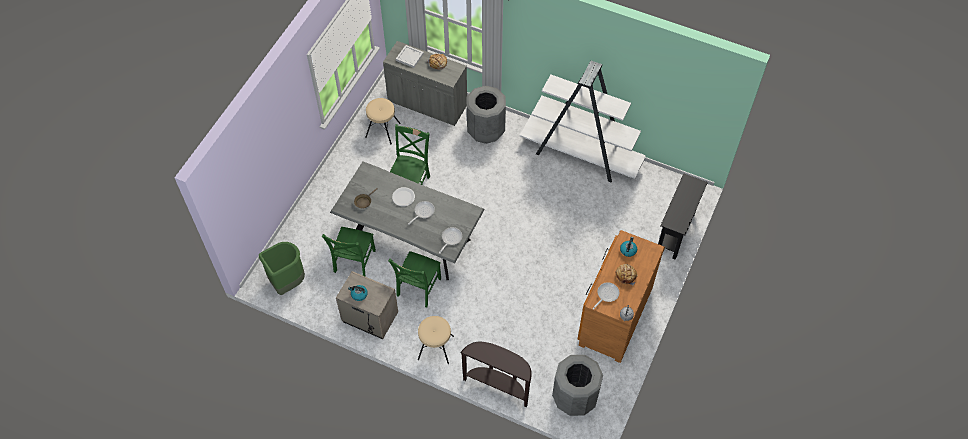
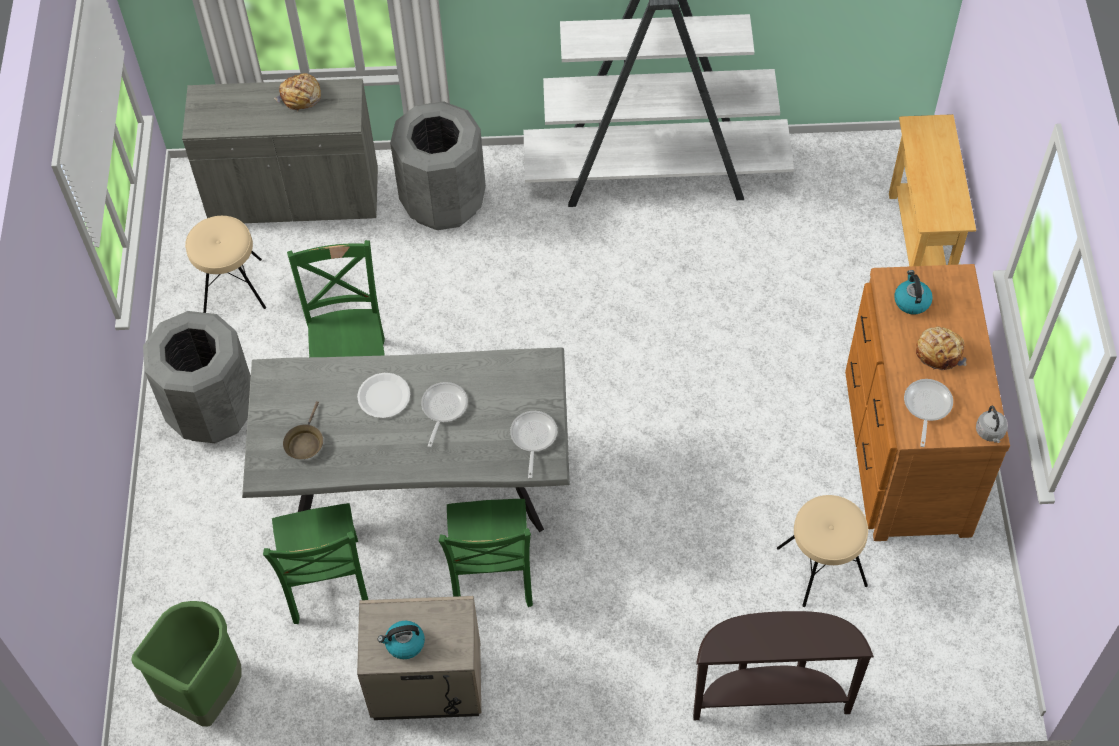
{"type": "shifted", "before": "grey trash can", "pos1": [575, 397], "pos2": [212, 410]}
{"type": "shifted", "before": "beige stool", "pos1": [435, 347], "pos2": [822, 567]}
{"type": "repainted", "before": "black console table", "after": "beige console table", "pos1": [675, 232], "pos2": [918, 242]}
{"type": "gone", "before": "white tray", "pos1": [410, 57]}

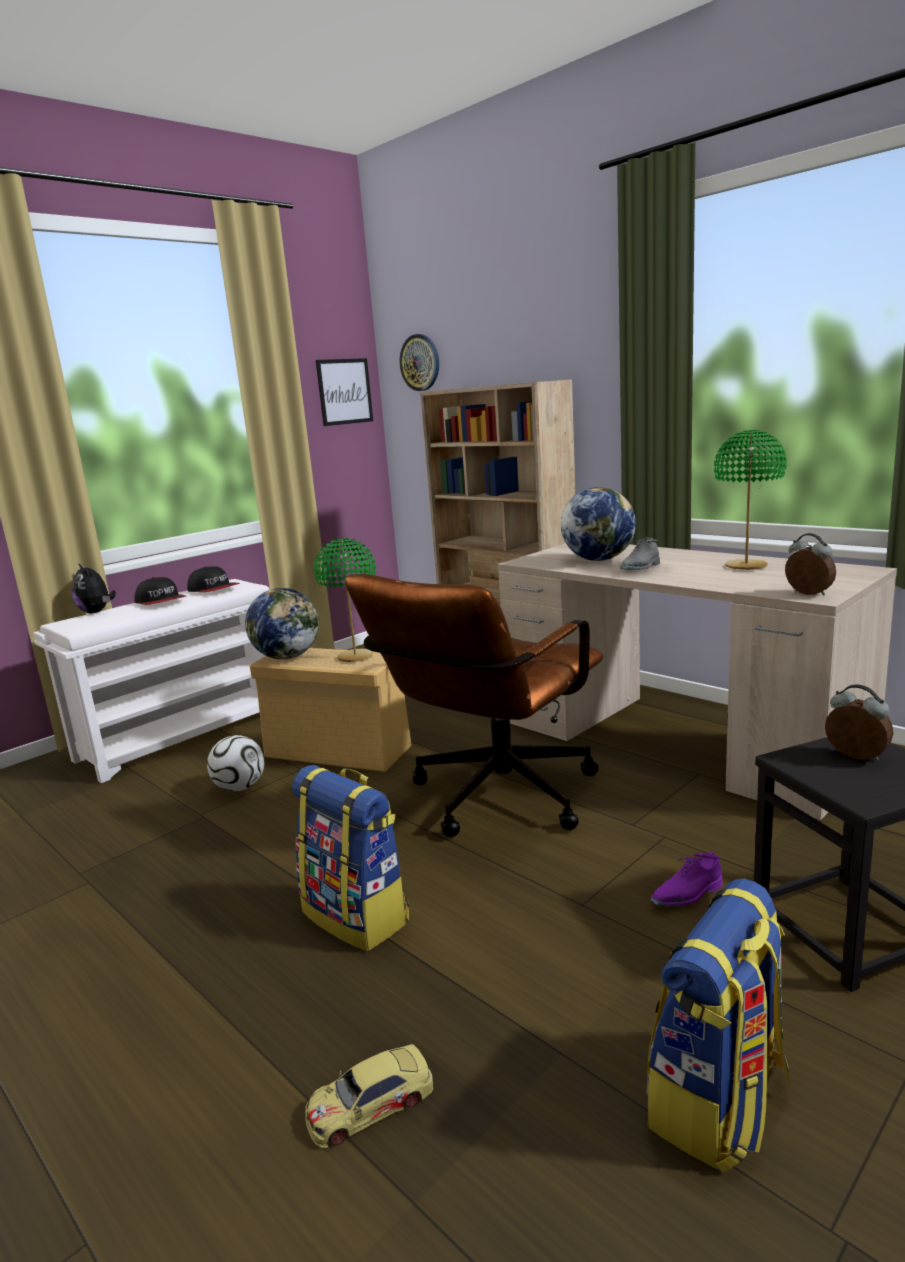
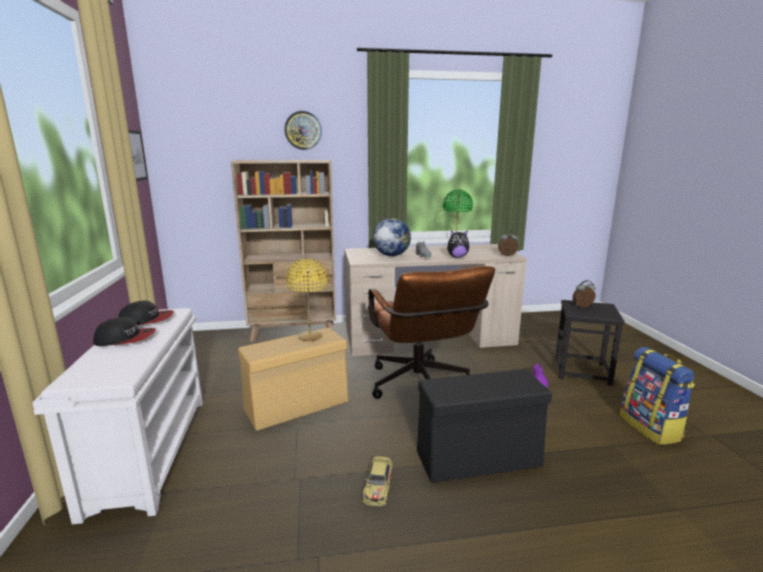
{"type": "shifted", "before": "wall clock", "pos1": [420, 362], "pos2": [303, 130]}
{"type": "repainted", "before": "green table lamp", "after": "yellow table lamp", "pos1": [355, 656], "pos2": [310, 336]}
{"type": "shifted", "before": "toy car", "pos1": [370, 1103], "pos2": [378, 485]}
{"type": "swapped", "before": "backpack", "after": "black storage box", "pos1": [358, 916], "pos2": [480, 458]}
{"type": "shifted", "before": "plush toy", "pos1": [97, 612], "pos2": [457, 257]}
{"type": "gone", "before": "football", "pos1": [240, 788]}
{"type": "gone", "before": "globe", "pos1": [287, 657]}

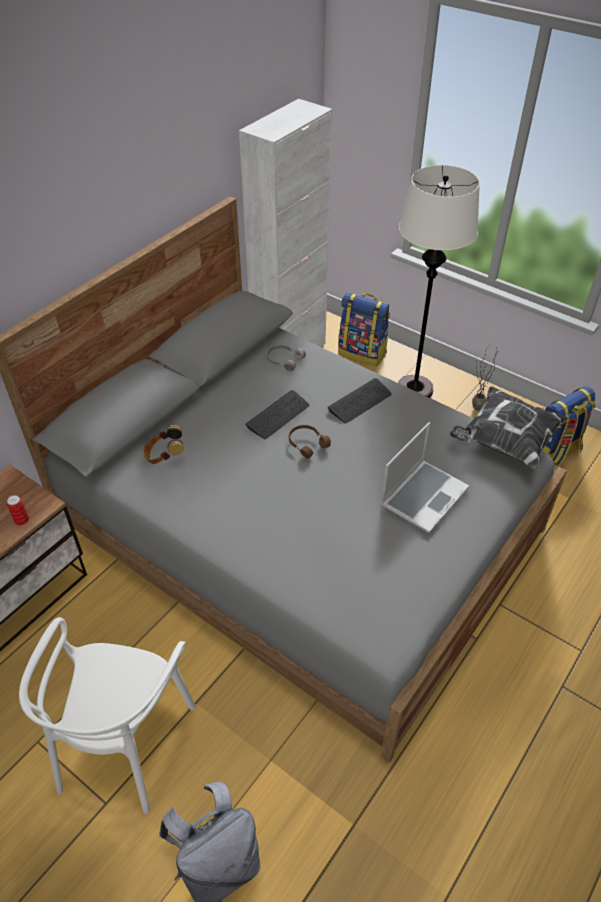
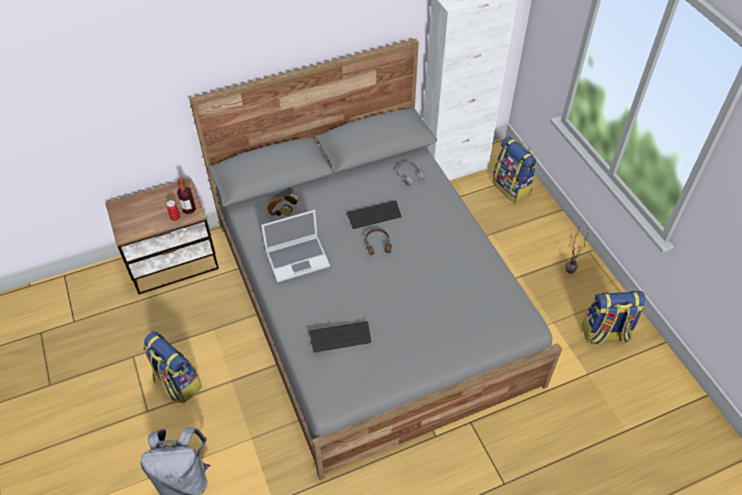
{"type": "swapped", "before": "white chair", "after": "backpack", "pos1": [124, 743], "pos2": [177, 383]}
{"type": "new", "after": "bottle", "pos2": [189, 209]}
{"type": "shifted", "before": "laptop", "pos1": [424, 496], "pos2": [298, 259]}
{"type": "shifted", "before": "keyboard", "pos1": [360, 402], "pos2": [340, 337]}
{"type": "gone", "before": "white floor lamp", "pos1": [414, 389]}
{"type": "gone", "before": "pillow", "pos1": [505, 441]}

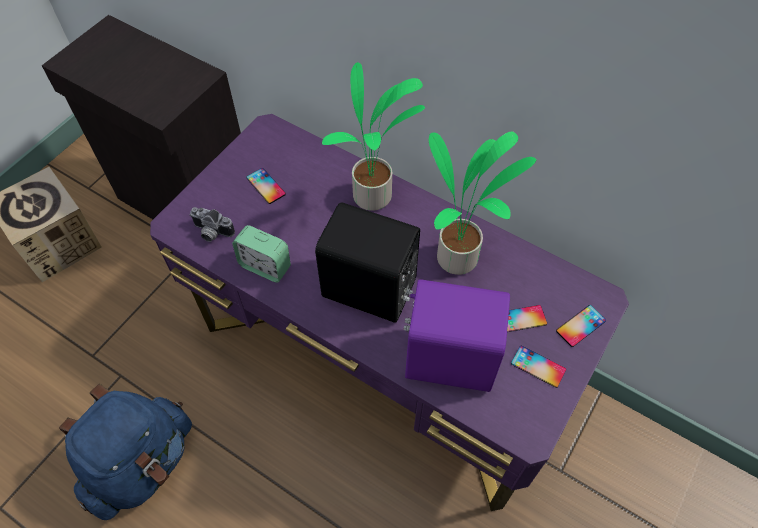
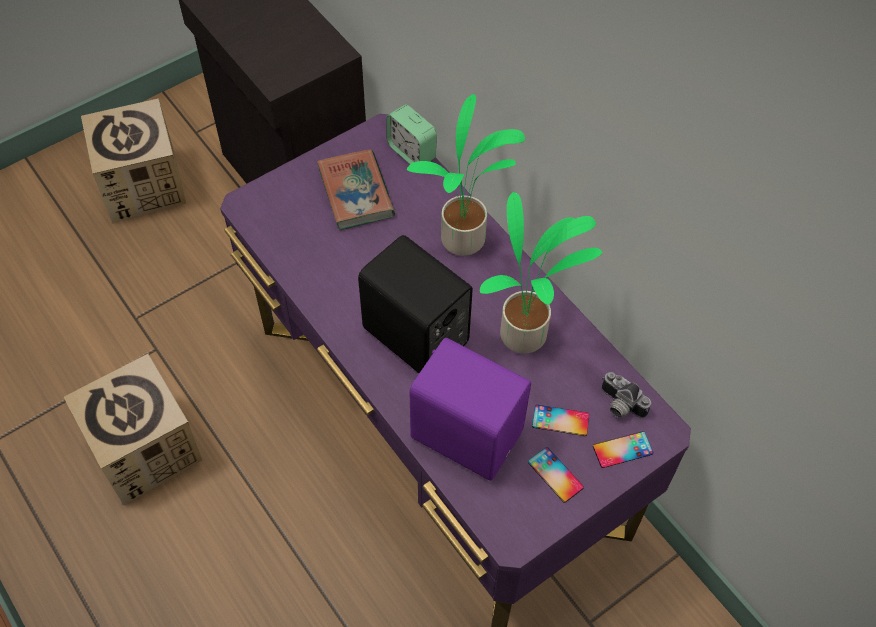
{"type": "swapped", "before": "blue backpack", "after": "cardboard box", "pos1": [143, 464], "pos2": [145, 448]}
{"type": "swapped", "before": "phone", "after": "book", "pos1": [266, 186], "pos2": [356, 193]}
{"type": "shifted", "before": "alarm clock", "pos1": [265, 266], "pos2": [411, 152]}
{"type": "shifted", "before": "photo camera", "pos1": [211, 233], "pos2": [619, 406]}

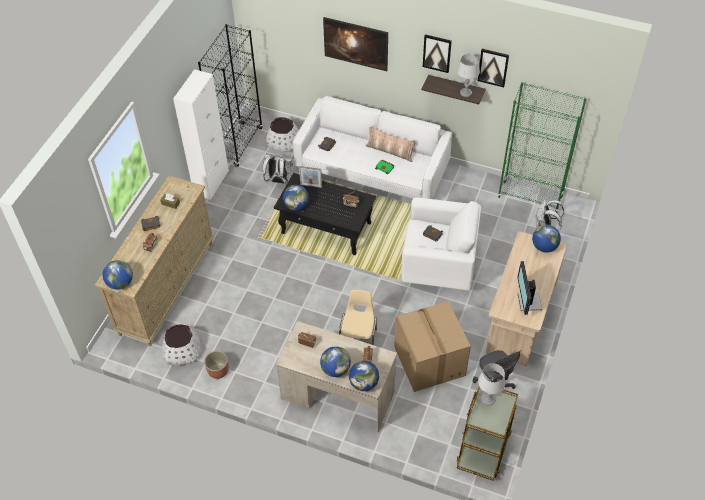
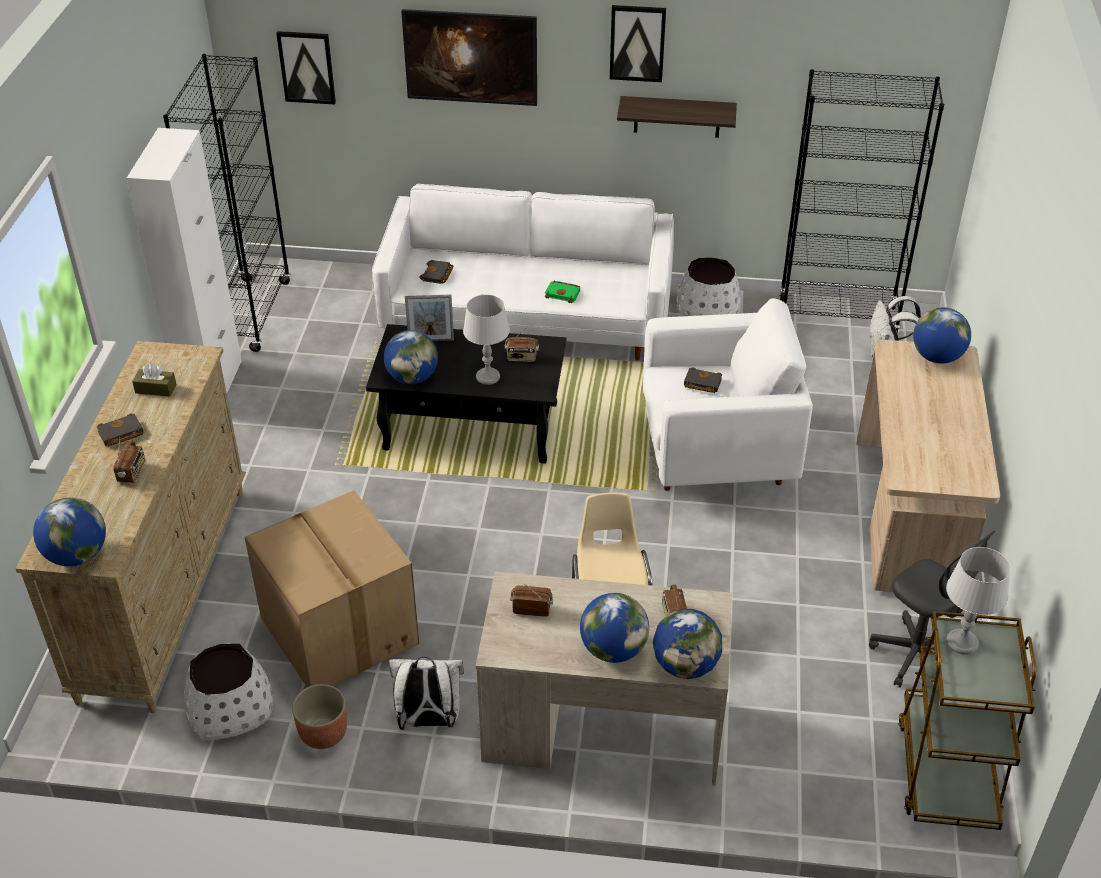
{"type": "shifted", "before": "cardboard box", "pos1": [428, 360], "pos2": [336, 630]}
{"type": "shifted", "before": "picture", "pos1": [493, 67], "pos2": [307, 67]}
{"type": "shifted", "before": "white backpack", "pos1": [278, 181], "pos2": [429, 720]}
{"type": "shifted", "before": "grey table lamp", "pos1": [465, 93], "pos2": [487, 377]}
{"type": "shifted", "before": "white planter", "pos1": [283, 142], "pos2": [707, 308]}
{"type": "repainted", "before": "green bookcase", "after": "black bookcase", "pos1": [530, 197], "pos2": [837, 316]}
{"type": "gone", "before": "pillow", "pos1": [390, 151]}
{"type": "gone", "before": "monitor", "pos1": [528, 302]}

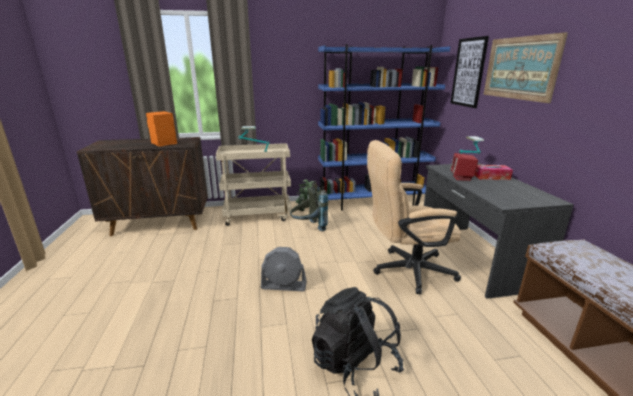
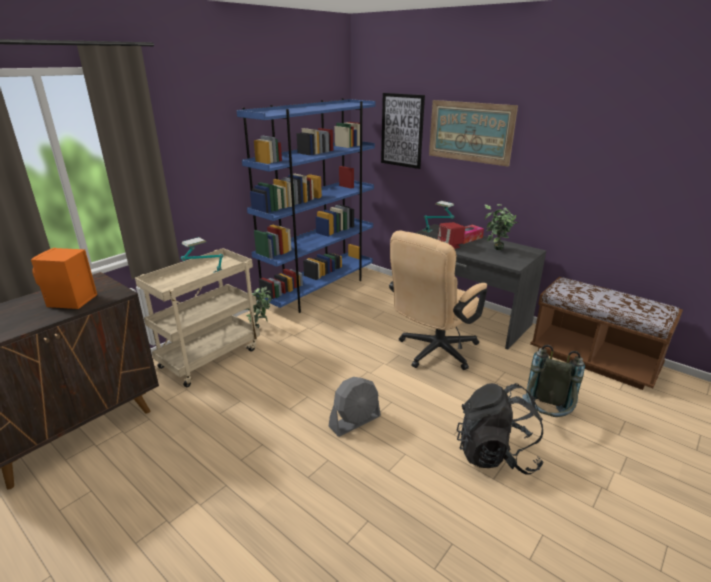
{"type": "new", "after": "potted plant", "pos2": [496, 250]}
{"type": "shifted", "before": "grey backpack", "pos1": [308, 228], "pos2": [546, 418]}

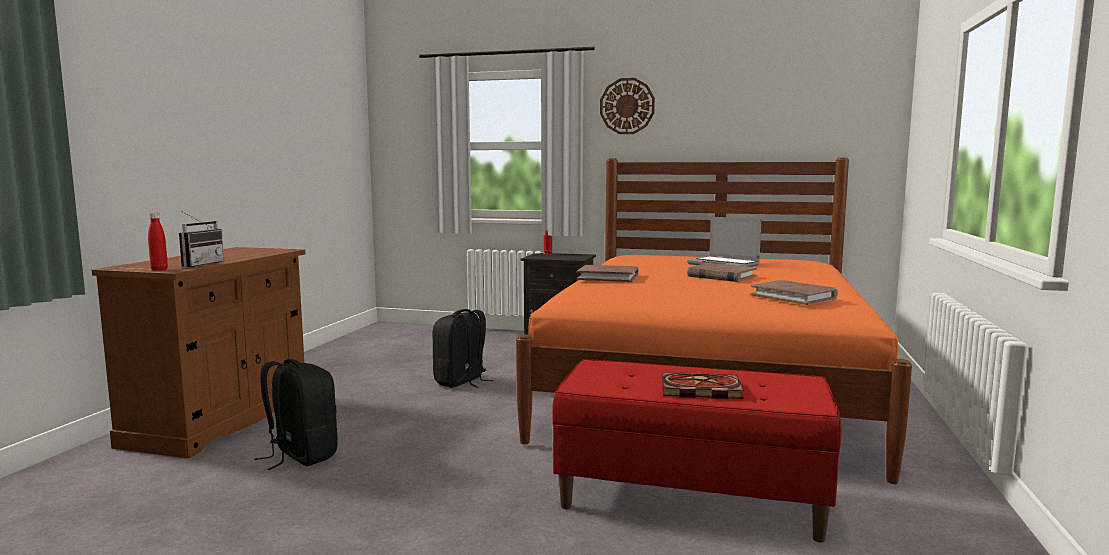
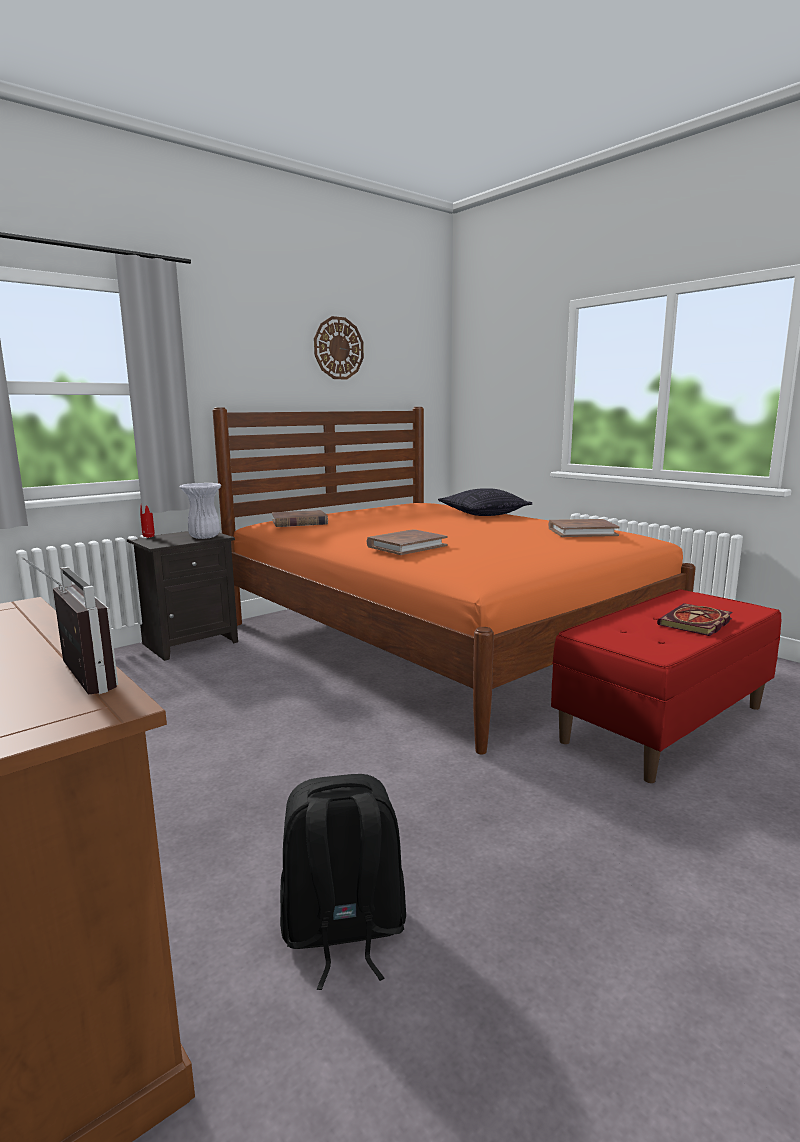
{"type": "new", "after": "white vase", "pos2": [204, 537]}
{"type": "shifted", "before": "brown book", "pos1": [721, 276], "pos2": [299, 522]}
{"type": "shifted", "before": "wall clock", "pos1": [627, 106], "pos2": [338, 348]}
{"type": "new", "after": "pillow", "pos2": [483, 514]}
{"type": "gone", "before": "red bottle", "pos1": [159, 269]}
{"type": "gone", "before": "black backpack", "pos1": [461, 382]}
{"type": "gone", "before": "laptop", "pos1": [724, 264]}

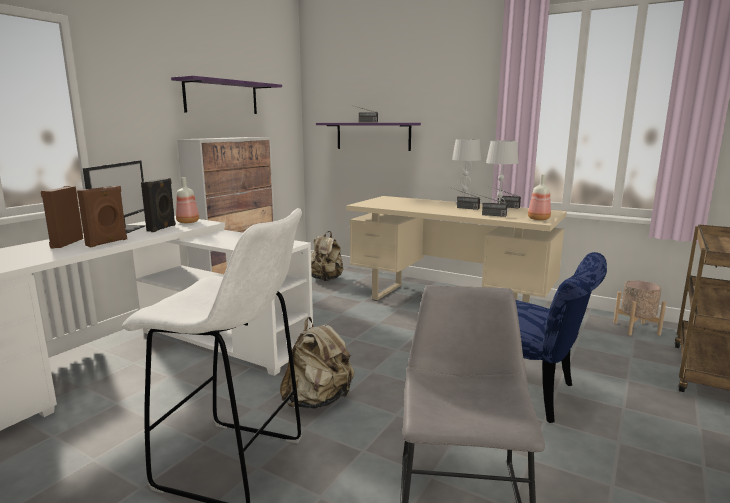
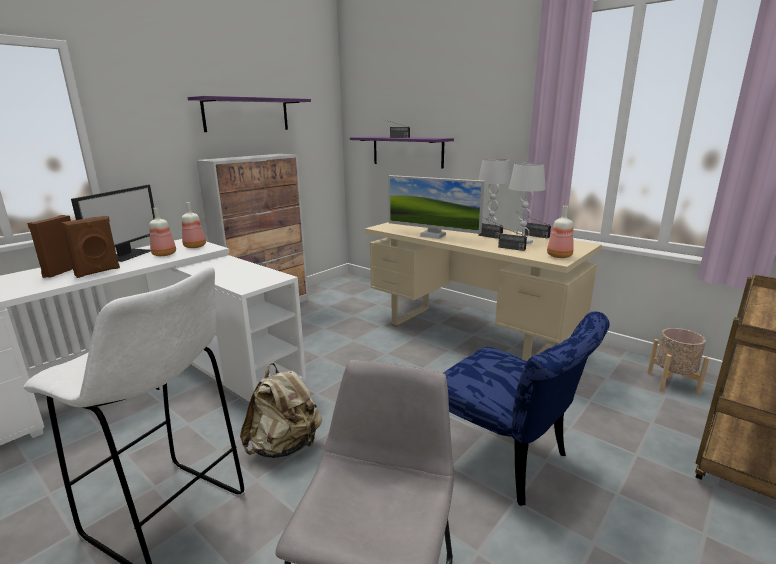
{"type": "swapped", "before": "black speaker", "after": "bottle", "pos1": [162, 228], "pos2": [164, 254]}
{"type": "new", "after": "monitor", "pos2": [433, 235]}
{"type": "gone", "before": "beige backpack", "pos1": [326, 279]}

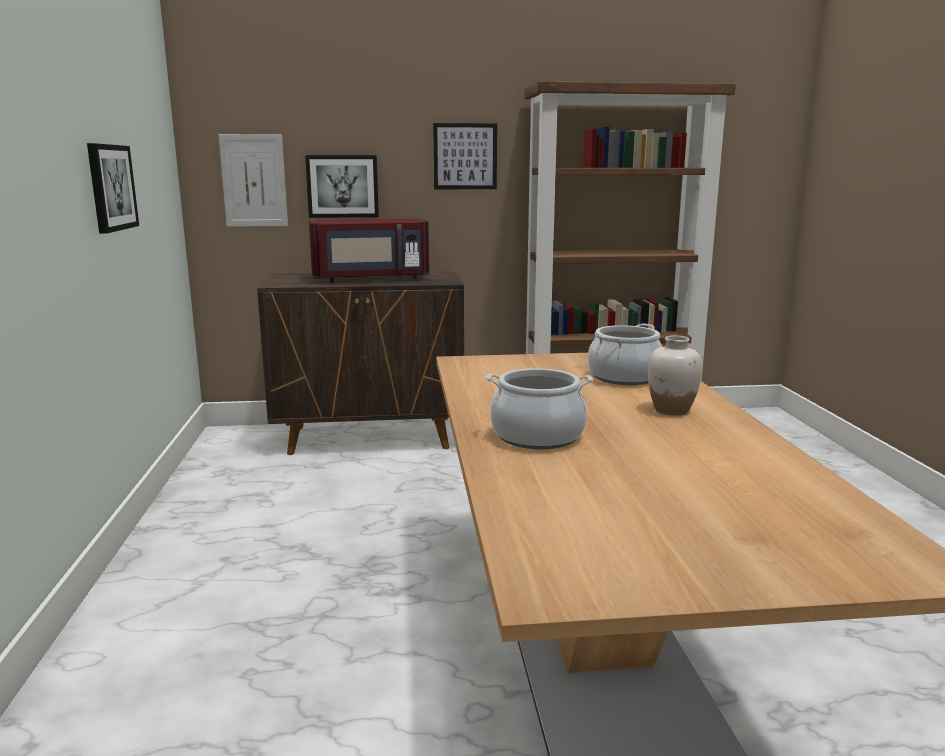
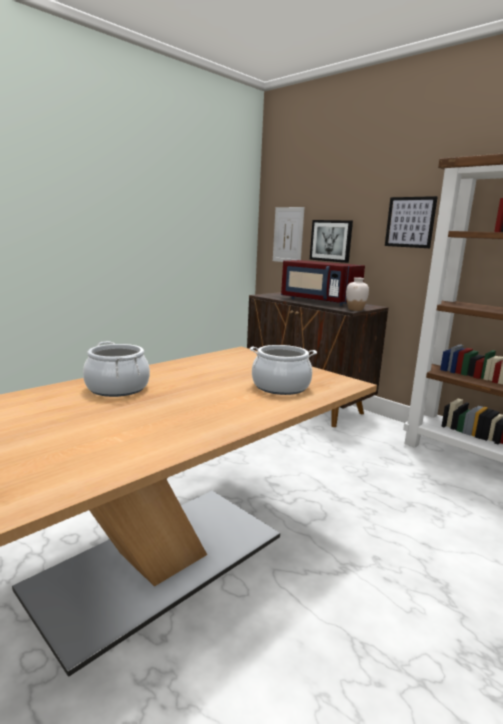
{"type": "shifted", "before": "white vase", "pos1": [672, 410], "pos2": [355, 309]}
{"type": "gone", "before": "picture", "pos1": [111, 187]}

